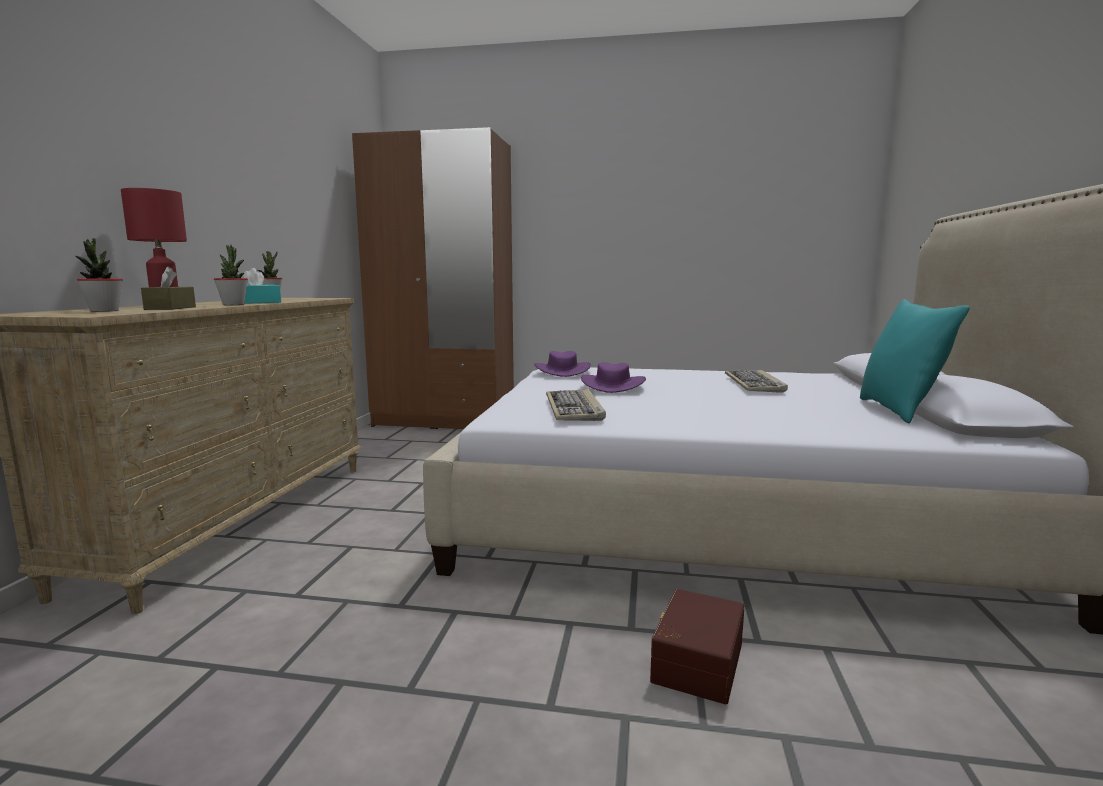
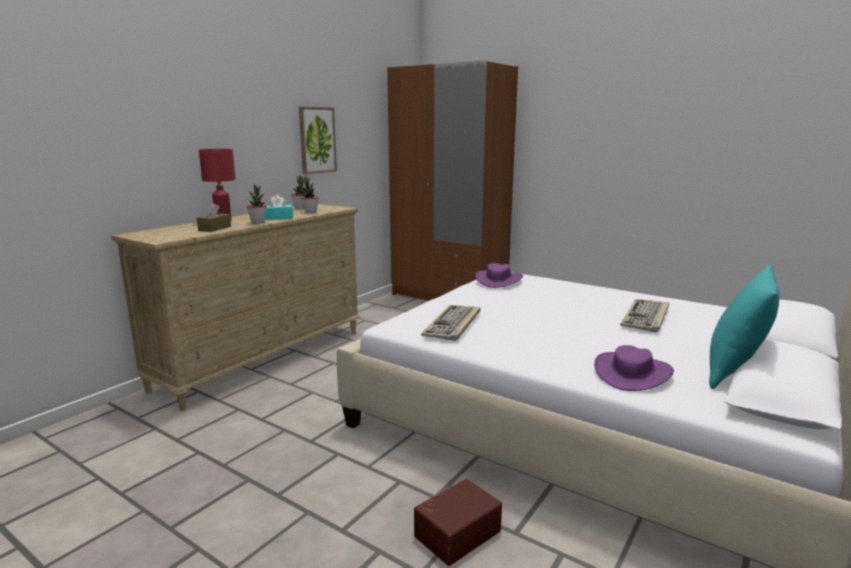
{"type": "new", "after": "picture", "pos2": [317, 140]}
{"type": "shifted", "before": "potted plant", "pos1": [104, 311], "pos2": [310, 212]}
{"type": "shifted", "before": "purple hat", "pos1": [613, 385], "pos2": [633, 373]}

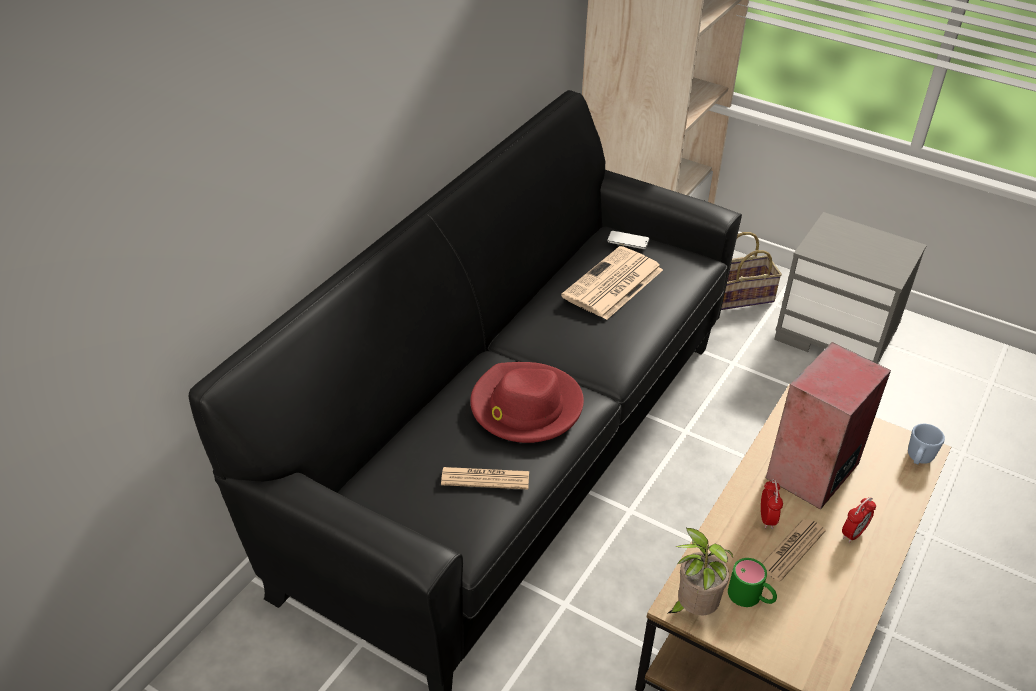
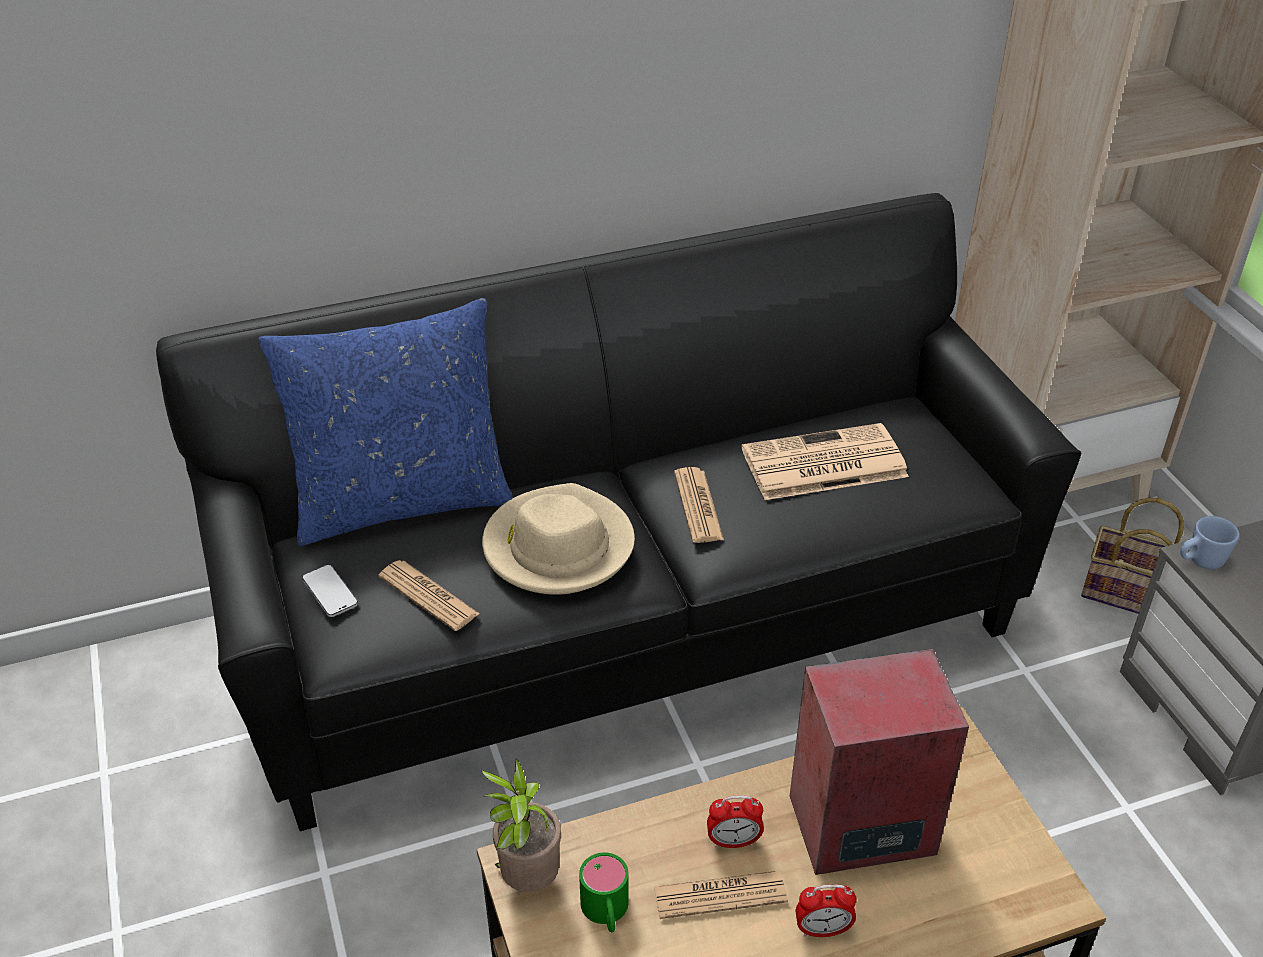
{"type": "new", "after": "blue pillow", "pos2": [402, 501]}
{"type": "shifted", "before": "phone", "pos1": [628, 241], "pos2": [330, 592]}
{"type": "repainted", "before": "red hat", "after": "beige hat", "pos1": [525, 407], "pos2": [557, 546]}
{"type": "new", "after": "newspaper", "pos2": [698, 506]}
{"type": "rotated", "before": "alarm clock", "pos1": [767, 518], "pos2": [733, 841], "turn": 45}
{"type": "shifted", "before": "blue mug", "pos1": [918, 459], "pos2": [1199, 561]}

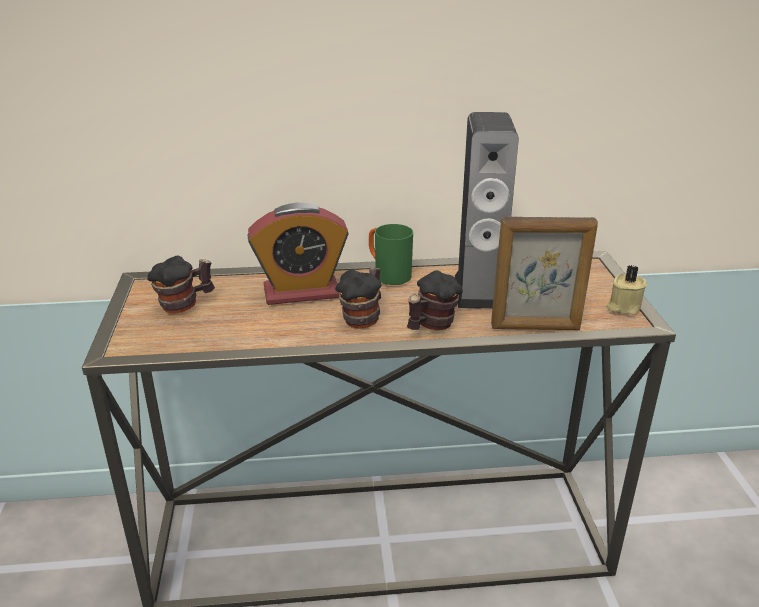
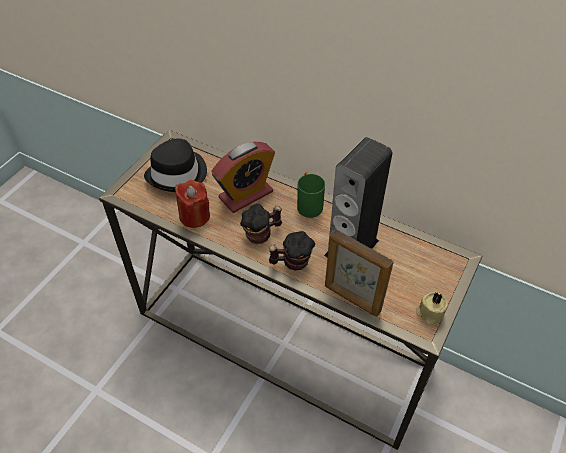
{"type": "swapped", "before": "mug", "after": "black hat", "pos1": [185, 304], "pos2": [178, 174]}
{"type": "new", "after": "red candle", "pos2": [194, 216]}
{"type": "rotated", "before": "alarm clock", "pos1": [301, 292], "pos2": [246, 195], "turn": -60}

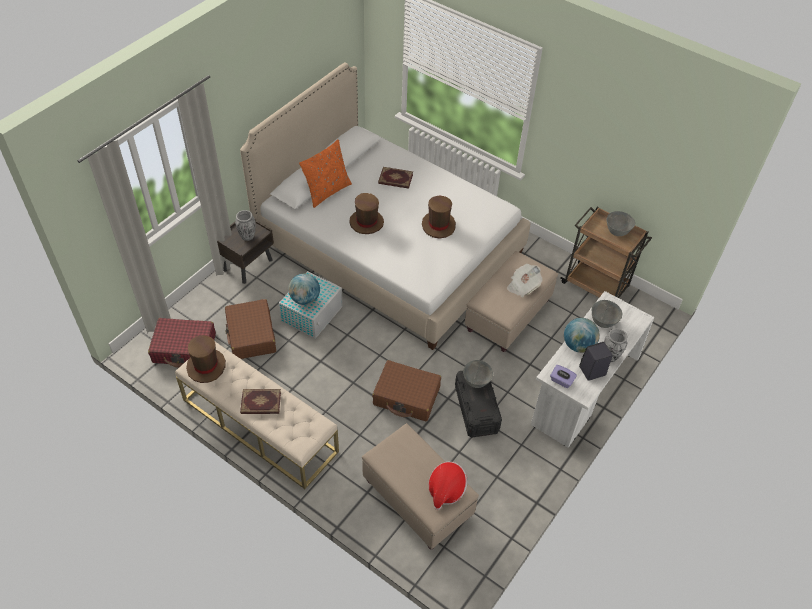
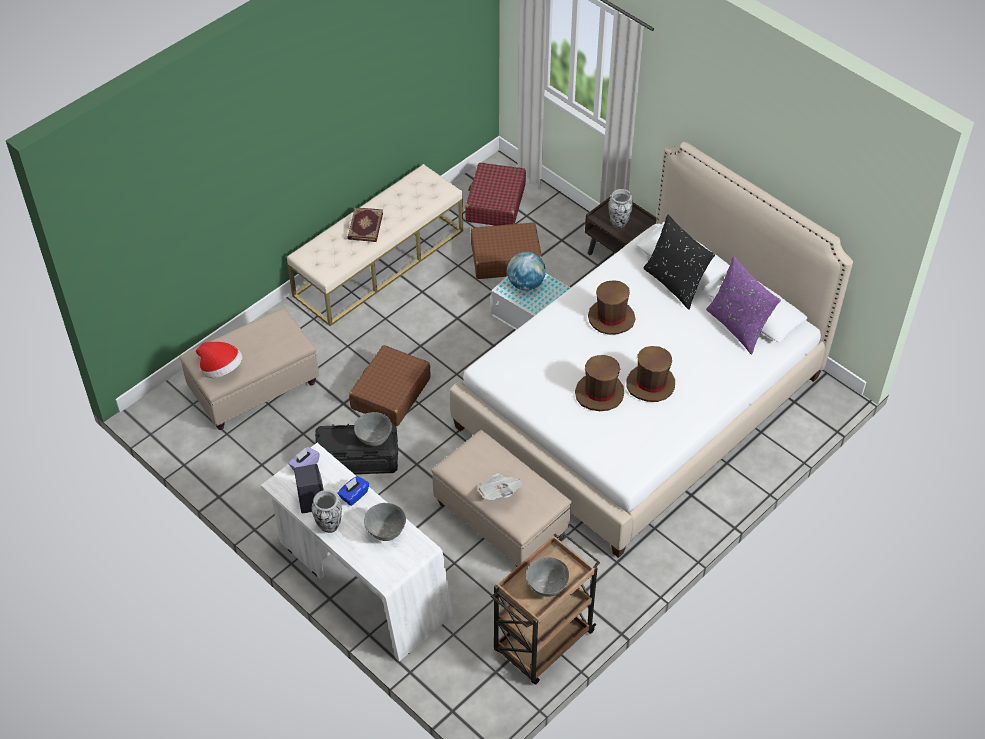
{"type": "swapped", "before": "globe", "after": "blue tissue box", "pos1": [578, 345], "pos2": [354, 495]}
{"type": "shifted", "before": "brown hat", "pos1": [206, 366], "pos2": [650, 384]}
{"type": "repainted", "before": "orange pillow", "after": "black pillow", "pos1": [327, 191], "pos2": [675, 283]}
{"type": "new", "after": "purple pillow", "pos2": [738, 327]}
{"type": "gone", "before": "book", "pos1": [395, 179]}

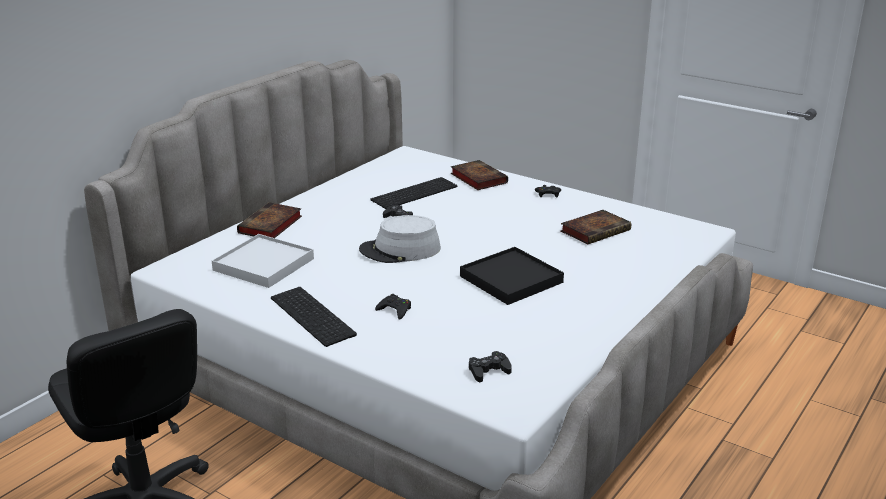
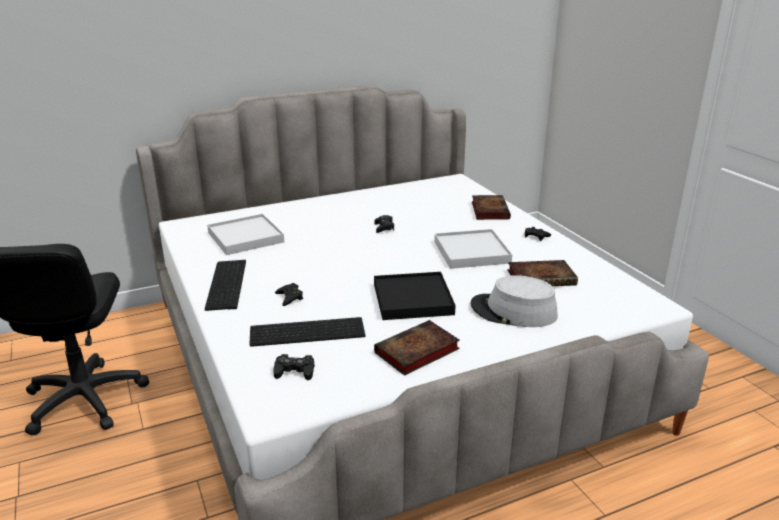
{"type": "shifted", "before": "keyboard", "pos1": [414, 192], "pos2": [308, 331]}
{"type": "shifted", "before": "book", "pos1": [270, 226], "pos2": [416, 352]}
{"type": "new", "after": "white tray", "pos2": [472, 252]}
{"type": "shifted", "before": "grey hat", "pos1": [400, 250], "pos2": [513, 311]}

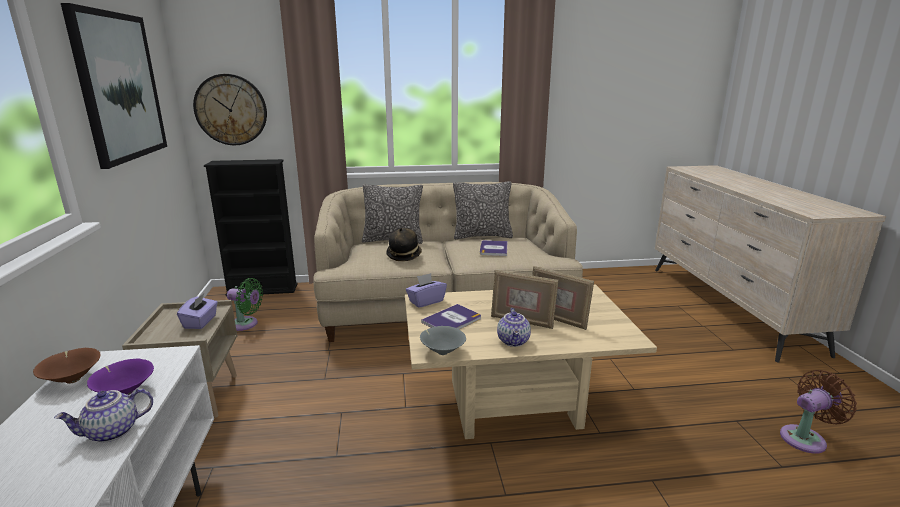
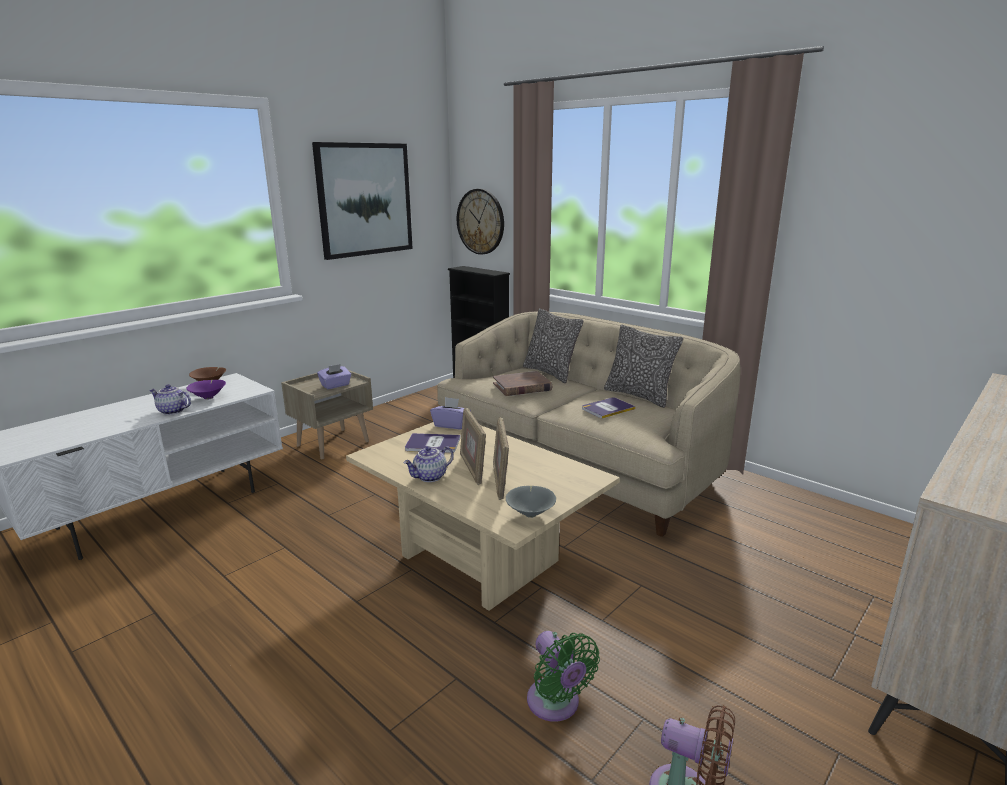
{"type": "swapped", "before": "hat", "after": "brown book", "pos1": [404, 255], "pos2": [522, 387]}
{"type": "shifted", "before": "grey bowl", "pos1": [442, 352], "pos2": [530, 514]}
{"type": "shifted", "before": "green fan", "pos1": [246, 324], "pos2": [556, 704]}

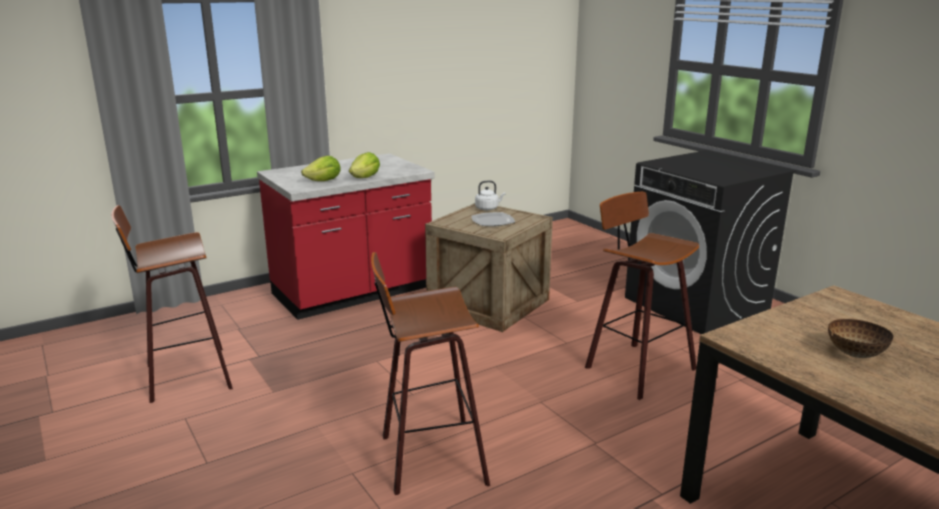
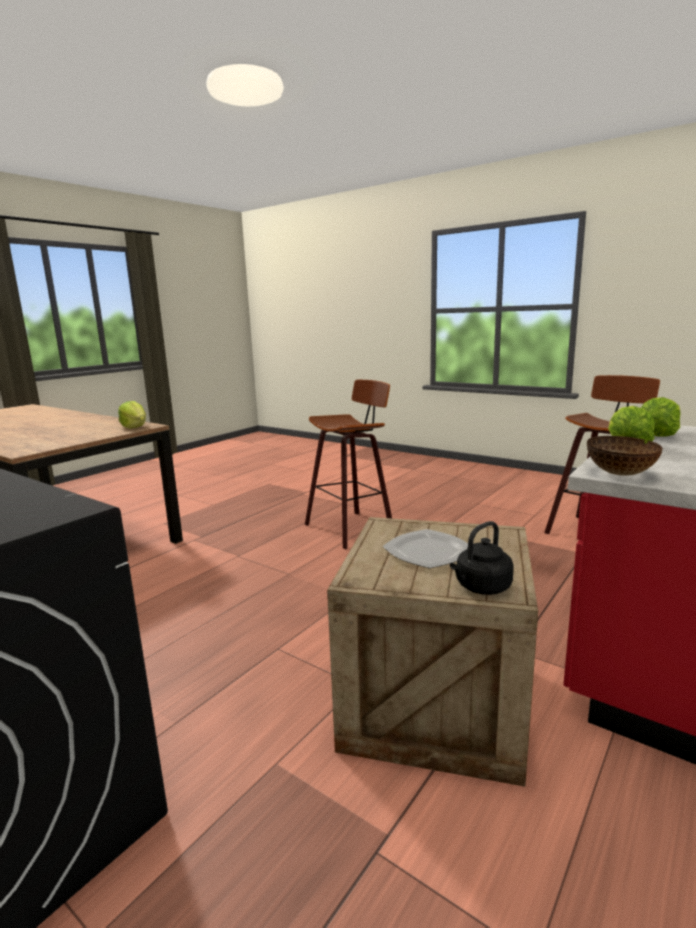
{"type": "new", "after": "lettuce", "pos2": [135, 427]}
{"type": "repainted", "before": "white kettle", "after": "black kettle", "pos1": [488, 208], "pos2": [481, 588]}
{"type": "shifted", "before": "bowl", "pos1": [855, 354], "pos2": [620, 474]}
{"type": "gone", "before": "stool", "pos1": [635, 368]}

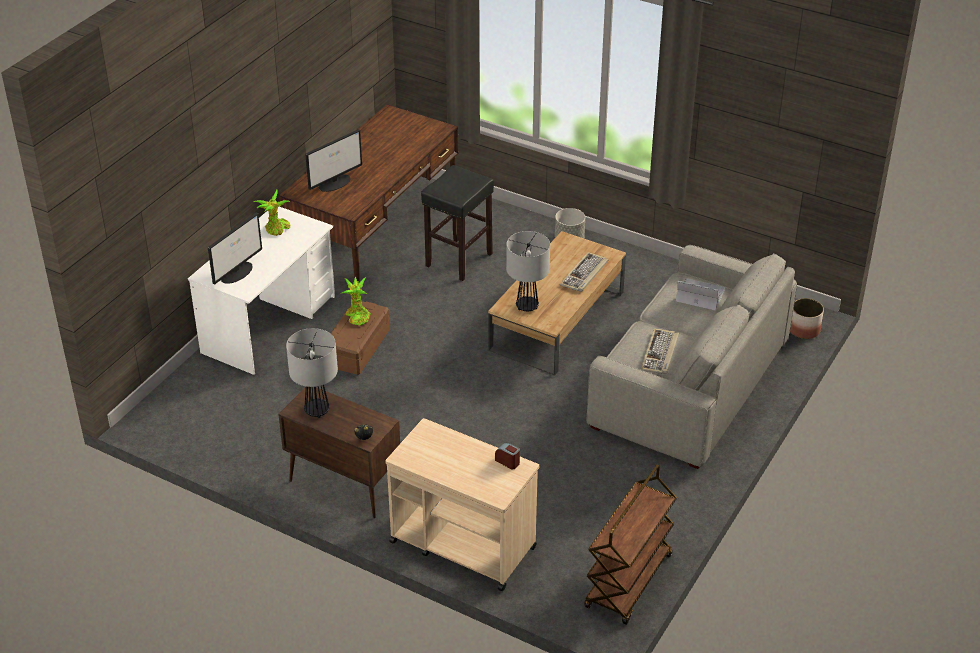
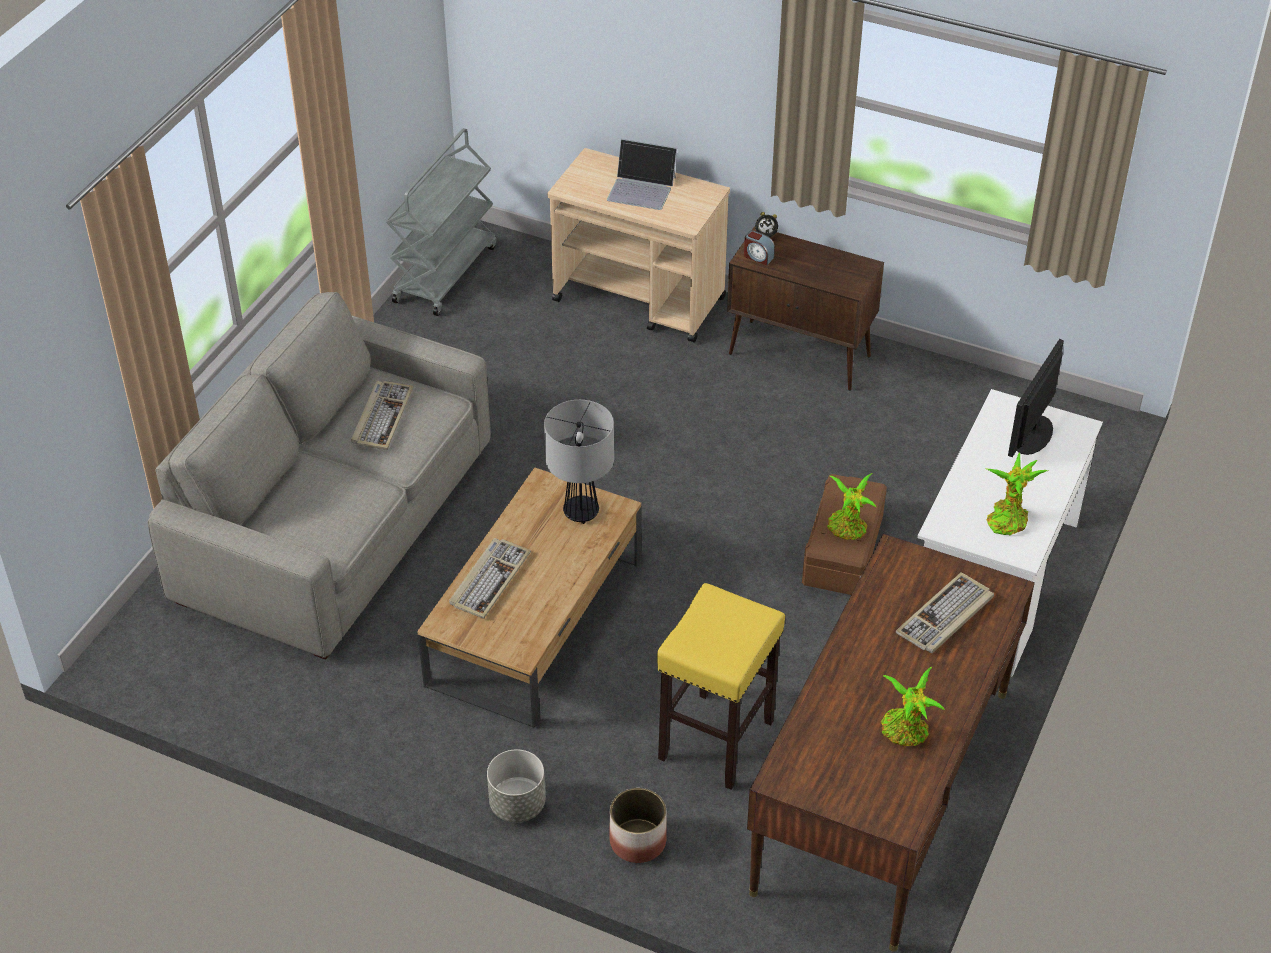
{"type": "repainted", "before": "brown cart", "after": "grey cart", "pos1": [629, 582], "pos2": [444, 273]}
{"type": "shifted", "before": "laptop", "pos1": [699, 295], "pos2": [642, 188]}
{"type": "shifted", "before": "planter", "pos1": [804, 330], "pos2": [637, 840]}
{"type": "repainted", "before": "black stool", "after": "yellow stool", "pos1": [458, 260], "pos2": [716, 738]}
{"type": "shifted", "before": "alarm clock", "pos1": [508, 461], "pos2": [758, 257]}
{"type": "new", "after": "potted plant", "pos2": [906, 732]}
{"type": "swapped", "before": "monitor", "after": "keyboard", "pos1": [335, 183], "pos2": [945, 617]}
{"type": "gone", "before": "table lamp", "pos1": [317, 410]}

